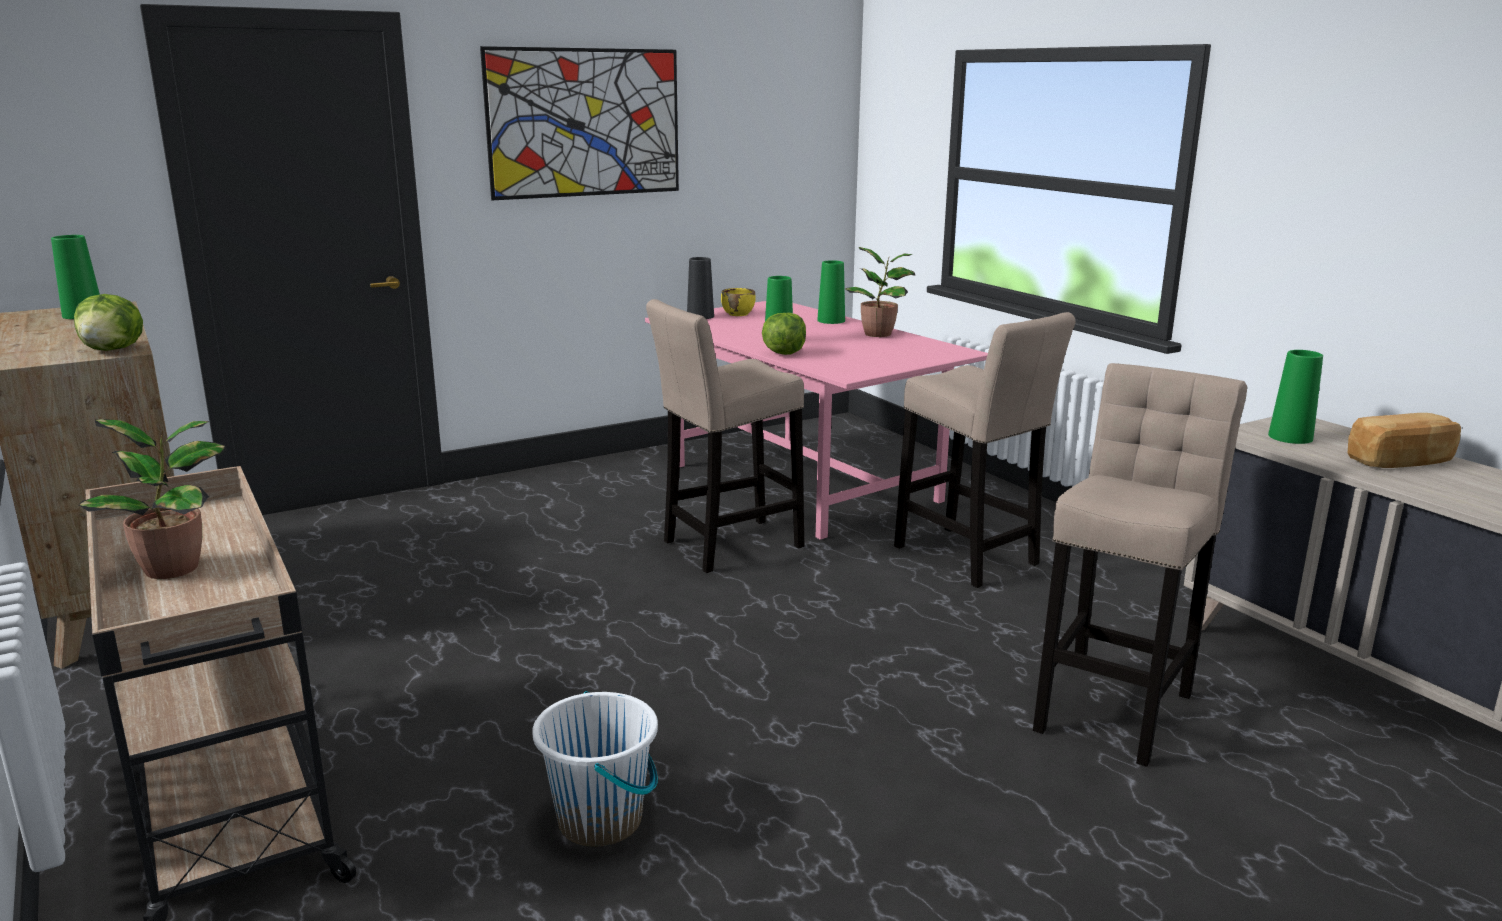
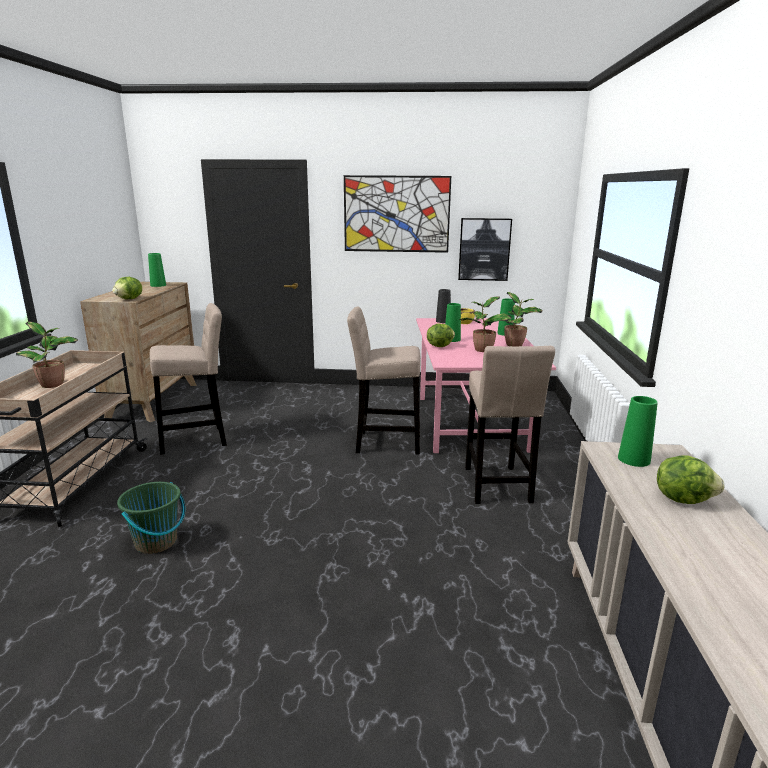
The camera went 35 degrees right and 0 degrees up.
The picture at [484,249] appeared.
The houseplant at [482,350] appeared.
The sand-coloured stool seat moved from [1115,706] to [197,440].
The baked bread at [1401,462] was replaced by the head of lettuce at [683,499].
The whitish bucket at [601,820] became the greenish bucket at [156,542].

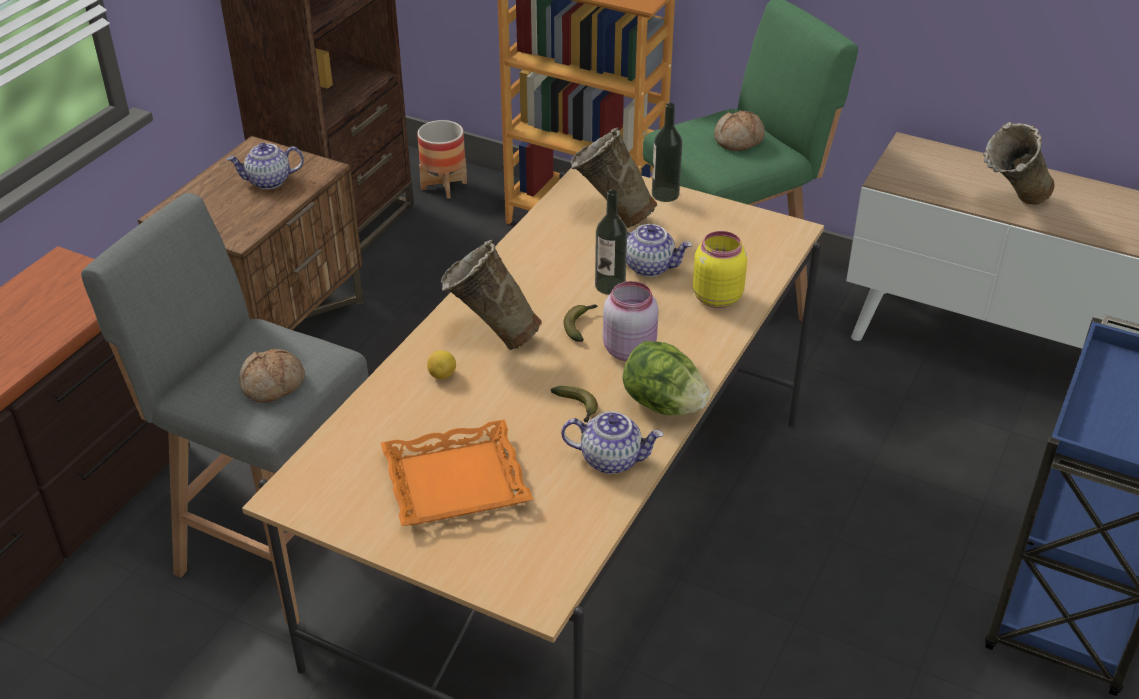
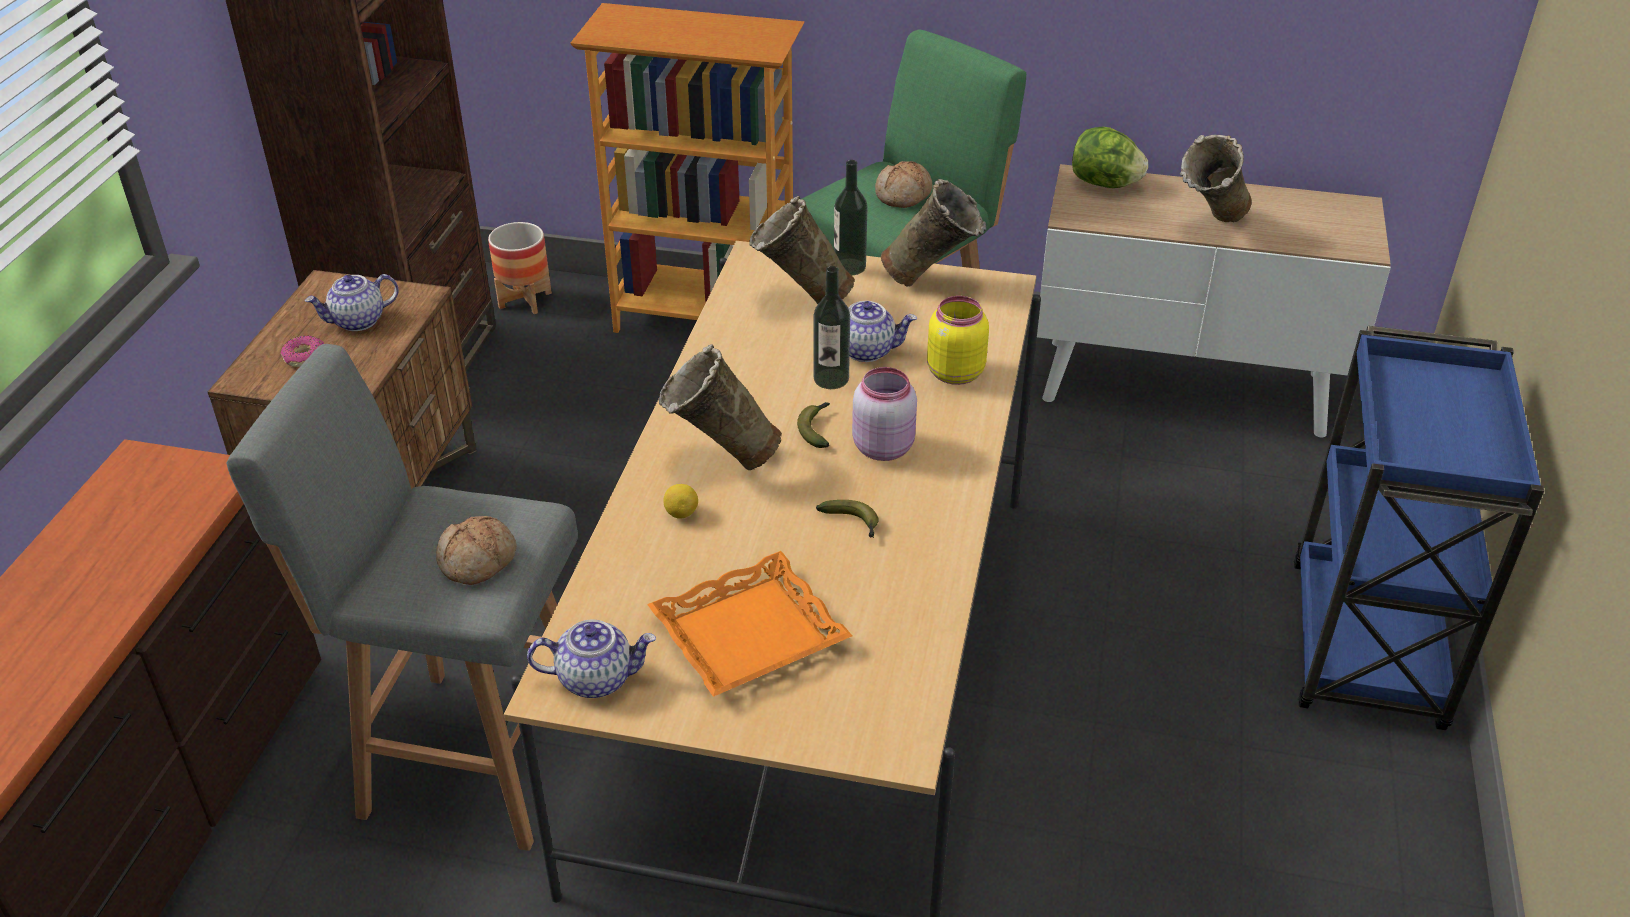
The camera went 15 degrees left and 0 degrees up.
The ring doughnut at [305,358] appeared.
The sand-coloured decorative vase at [932,282] appeared.
The tea pot moved from [612,459] to [596,678].
The head of lettuce moved from [663,405] to [1104,184].

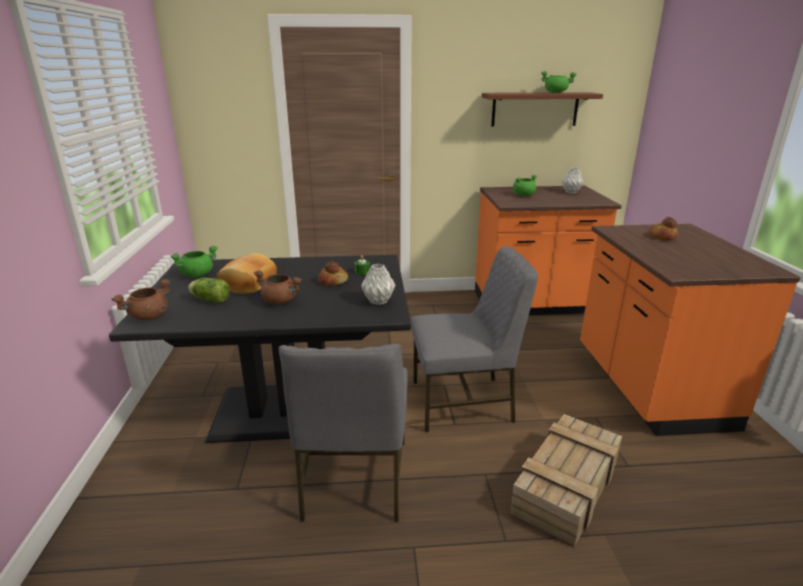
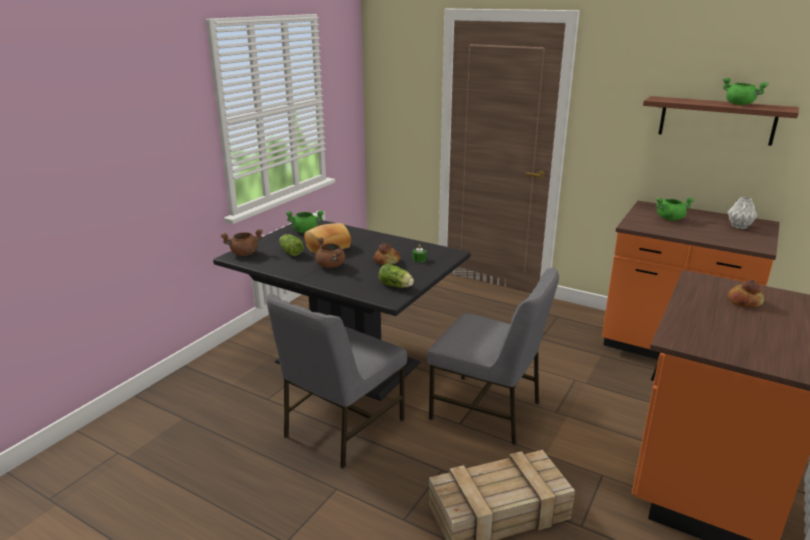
The camera went 35 degrees right and 0 degrees up.
The grey decorative vase at [378,301] was replaced by the head of lettuce at [396,286].

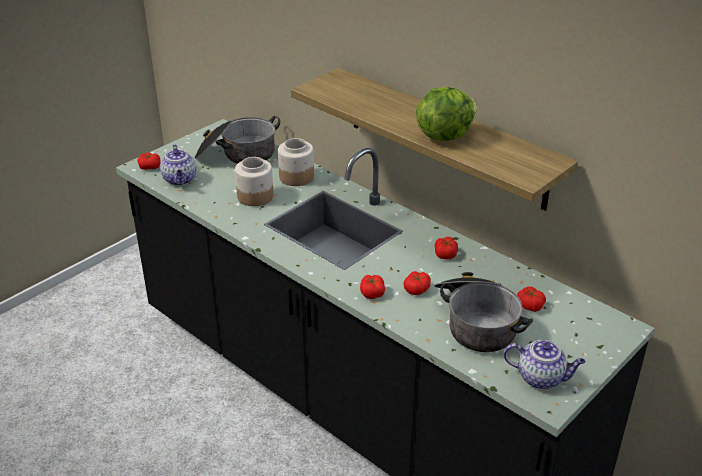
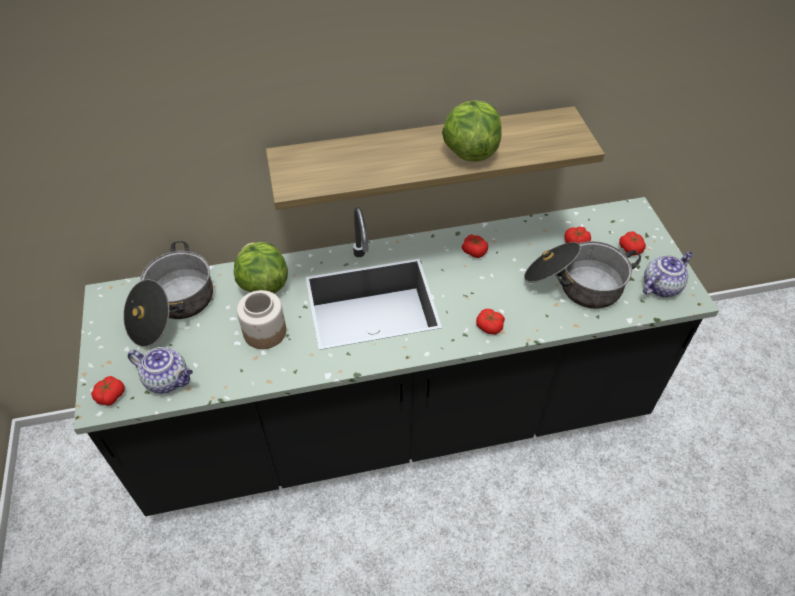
The camera went 55 degrees left and 15 degrees up.
The fresh tomato moved from [417,289] to [630,248].
The jar at [296,177] was replaced by the head of lettuce at [263,284].

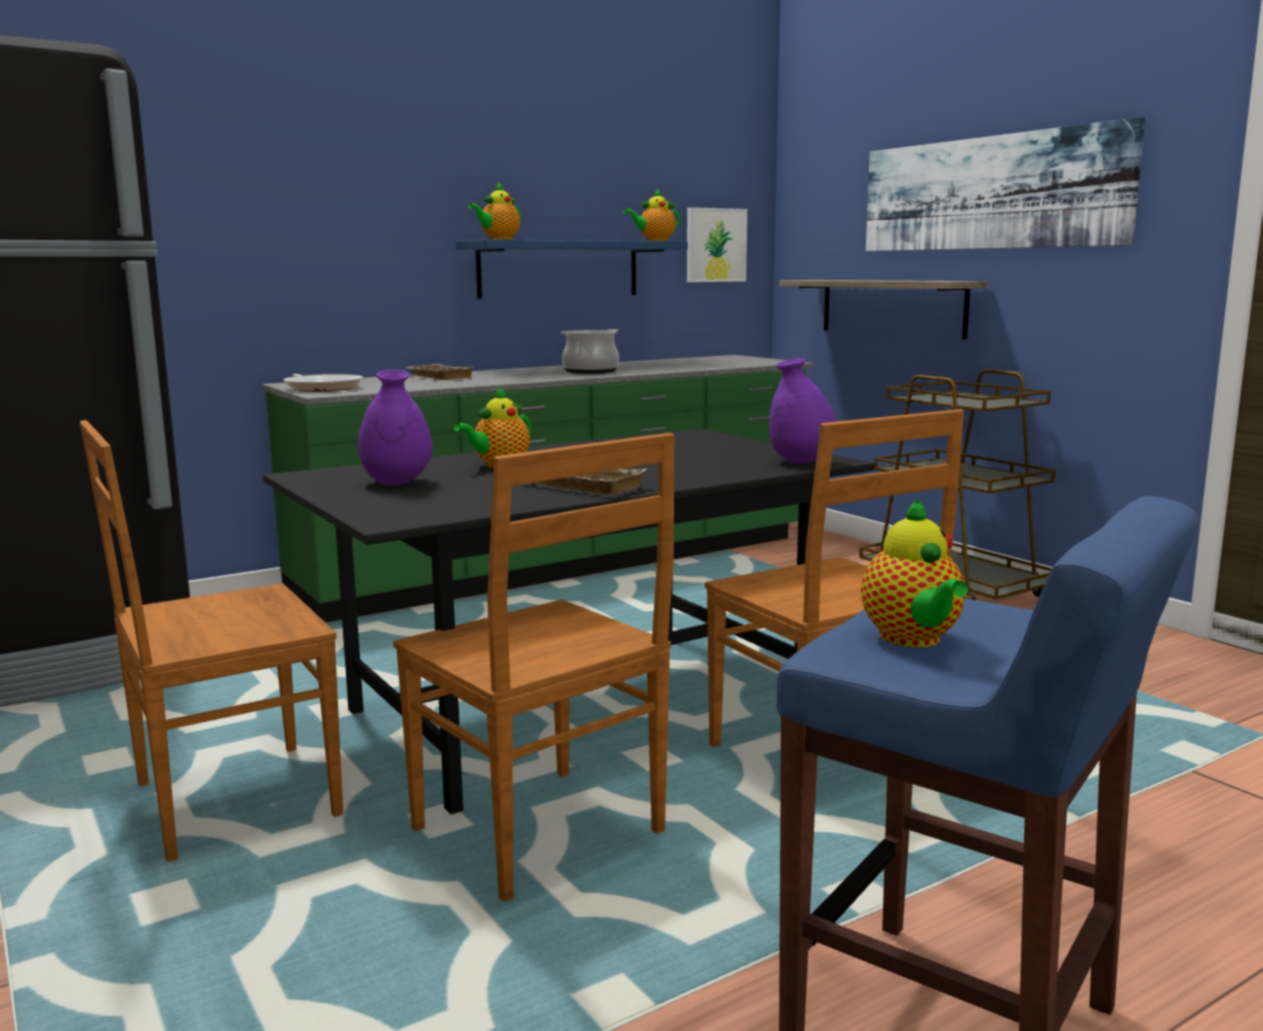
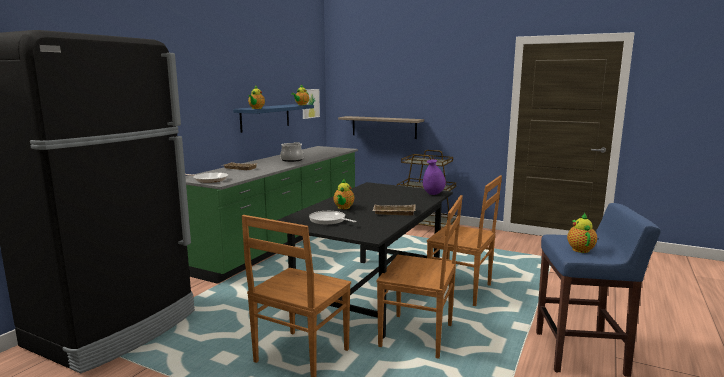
The camera went 30 degrees left and 0 degrees up.
The picture at [989,193] disappeared.
The purple-coloured decorative vase at [397,482] was replaced by the frying pan at [329,221].
The tea pot at [913,640] turned 135 degrees counterclockwise.

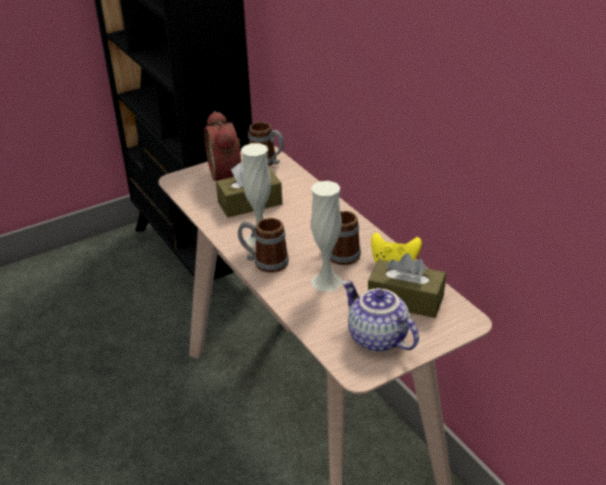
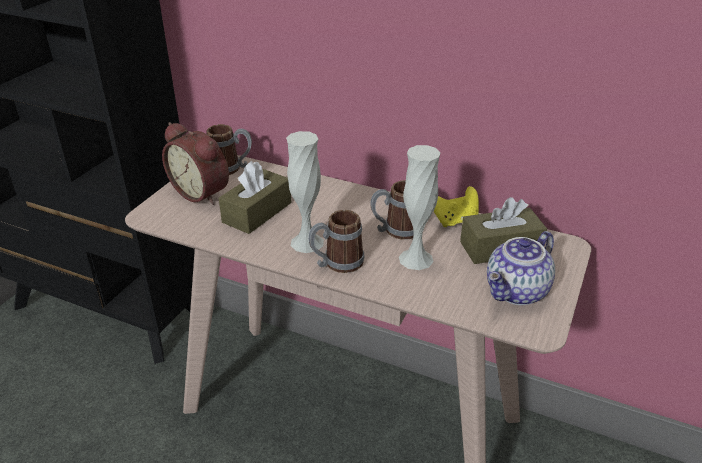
The camera went 35 degrees left and 0 degrees up.
The tea pot at [376,338] turned 60 degrees counterclockwise.

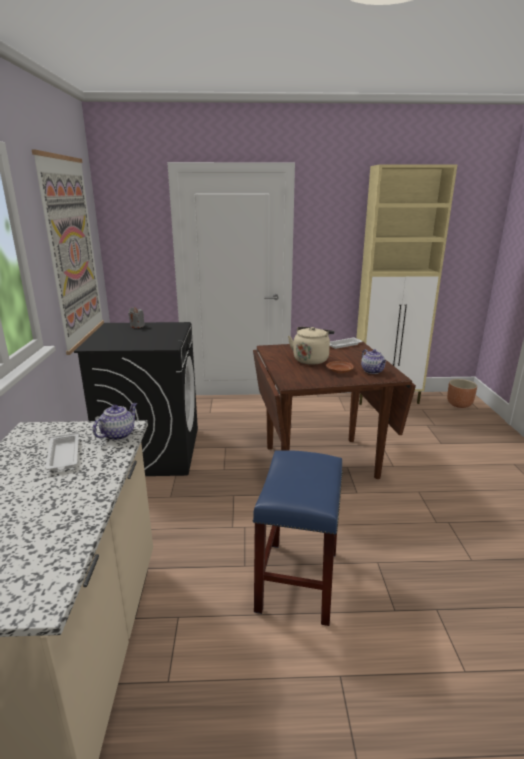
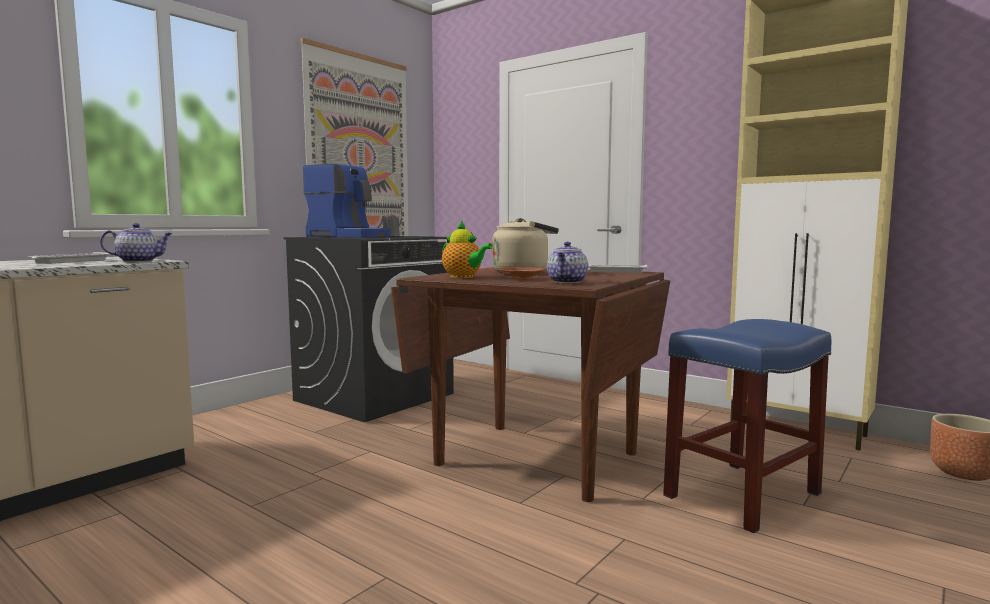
The camera went 40 degrees right and 15 degrees down.
The coffee machine at [350,236] appeared.
The tea pot at [464,277] appeared.
The blue-coloured stool seat moved from [297,579] to [742,494].

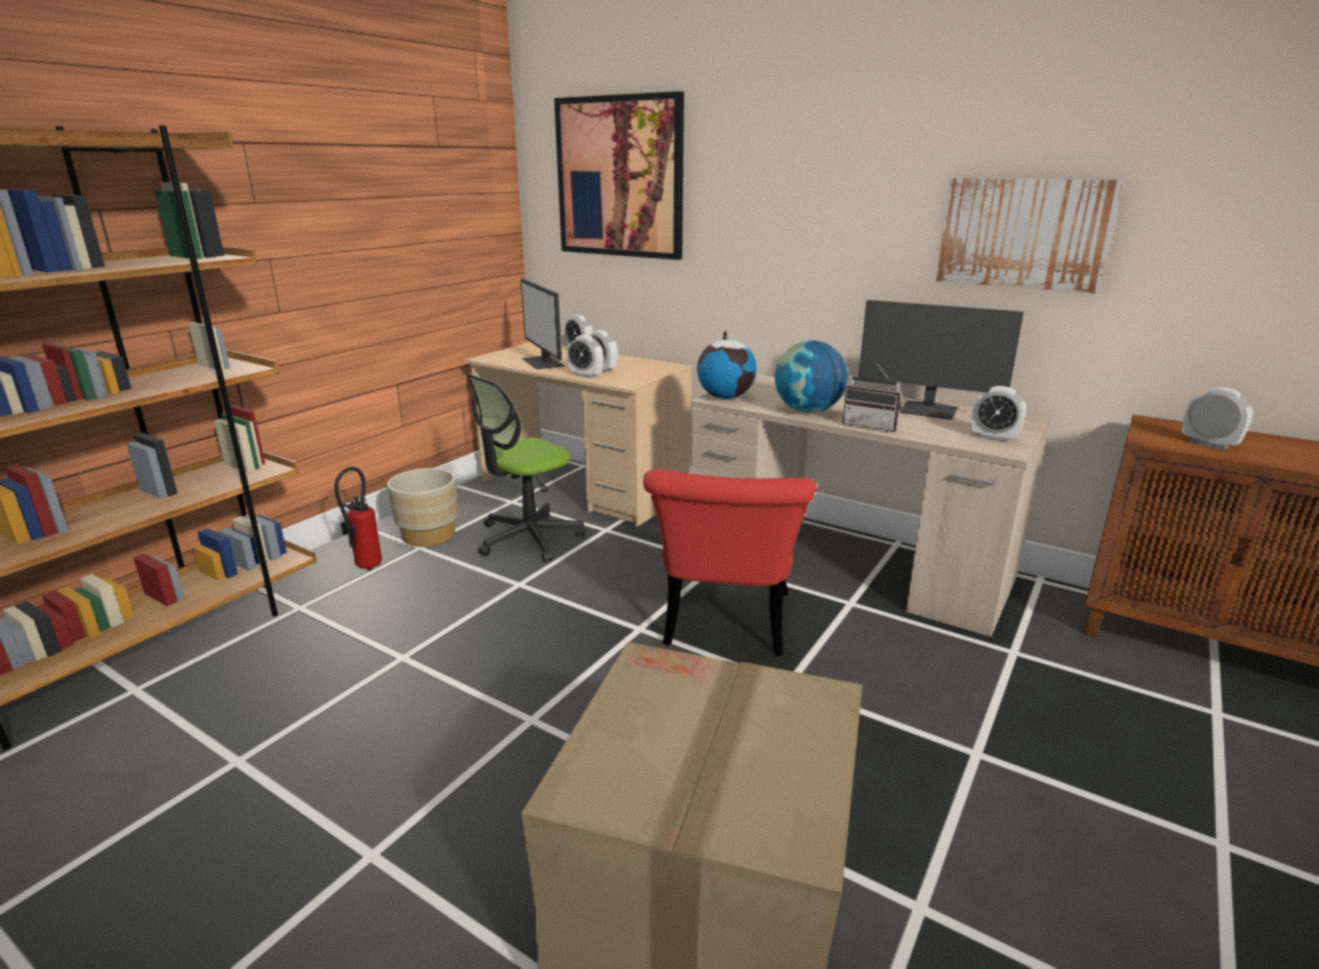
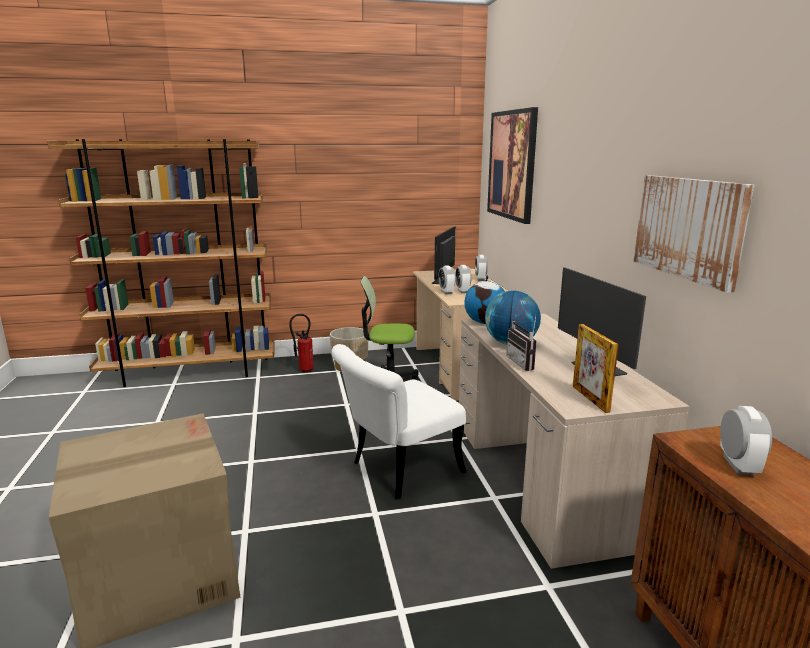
The camera went 45 degrees right and 5 degrees down.
The table clock at [993,438] was replaced by the standing frame at [590,399].
The reddish plain chair at [725,628] became the whitish plain chair at [398,471].

